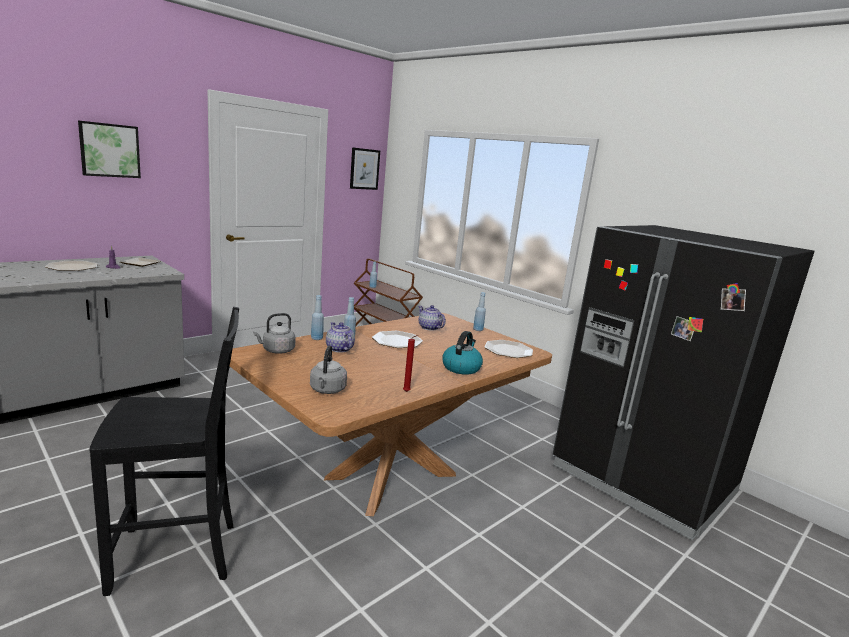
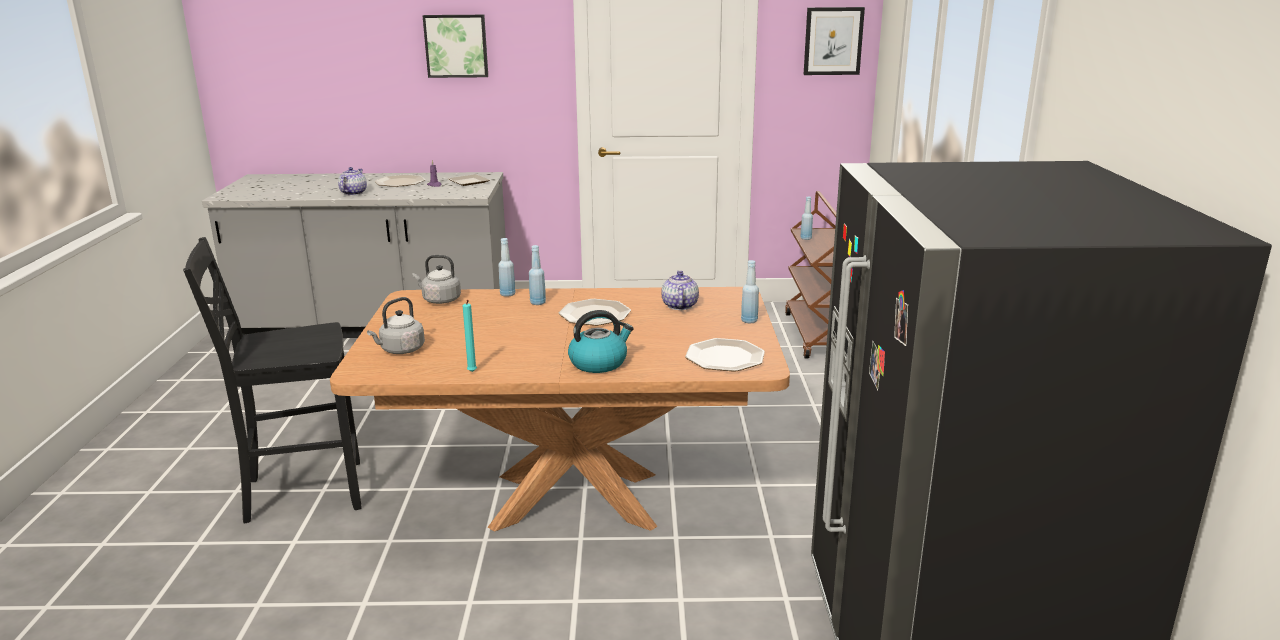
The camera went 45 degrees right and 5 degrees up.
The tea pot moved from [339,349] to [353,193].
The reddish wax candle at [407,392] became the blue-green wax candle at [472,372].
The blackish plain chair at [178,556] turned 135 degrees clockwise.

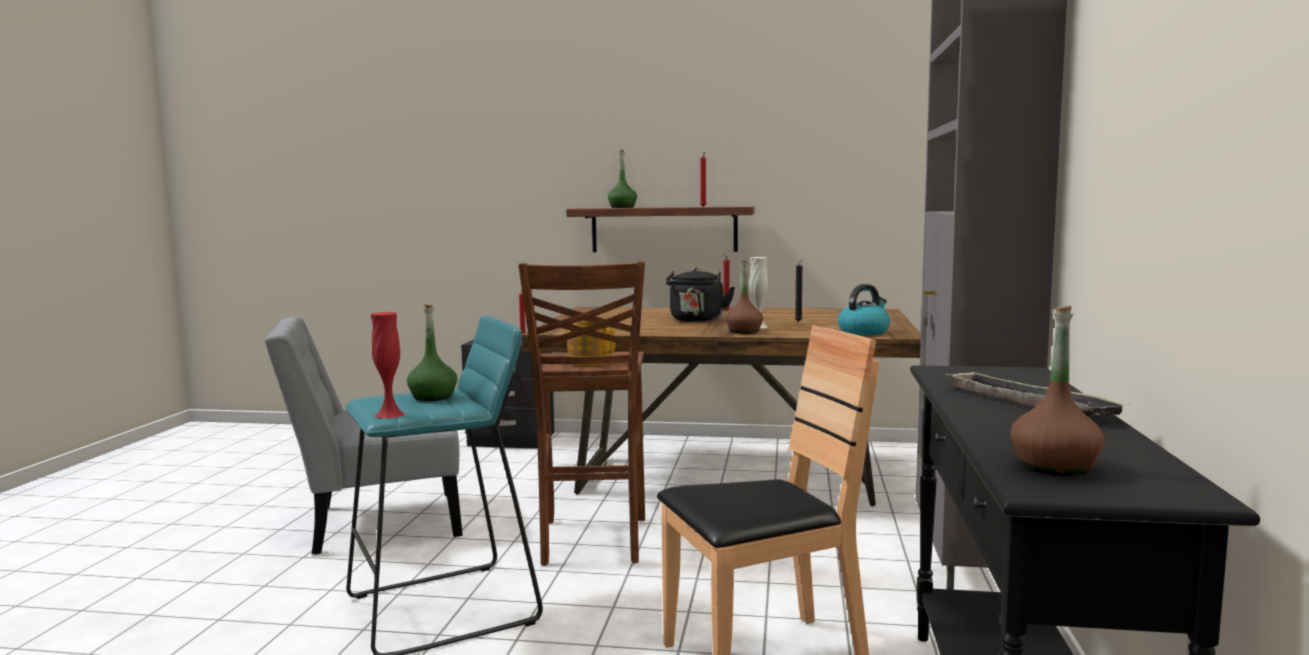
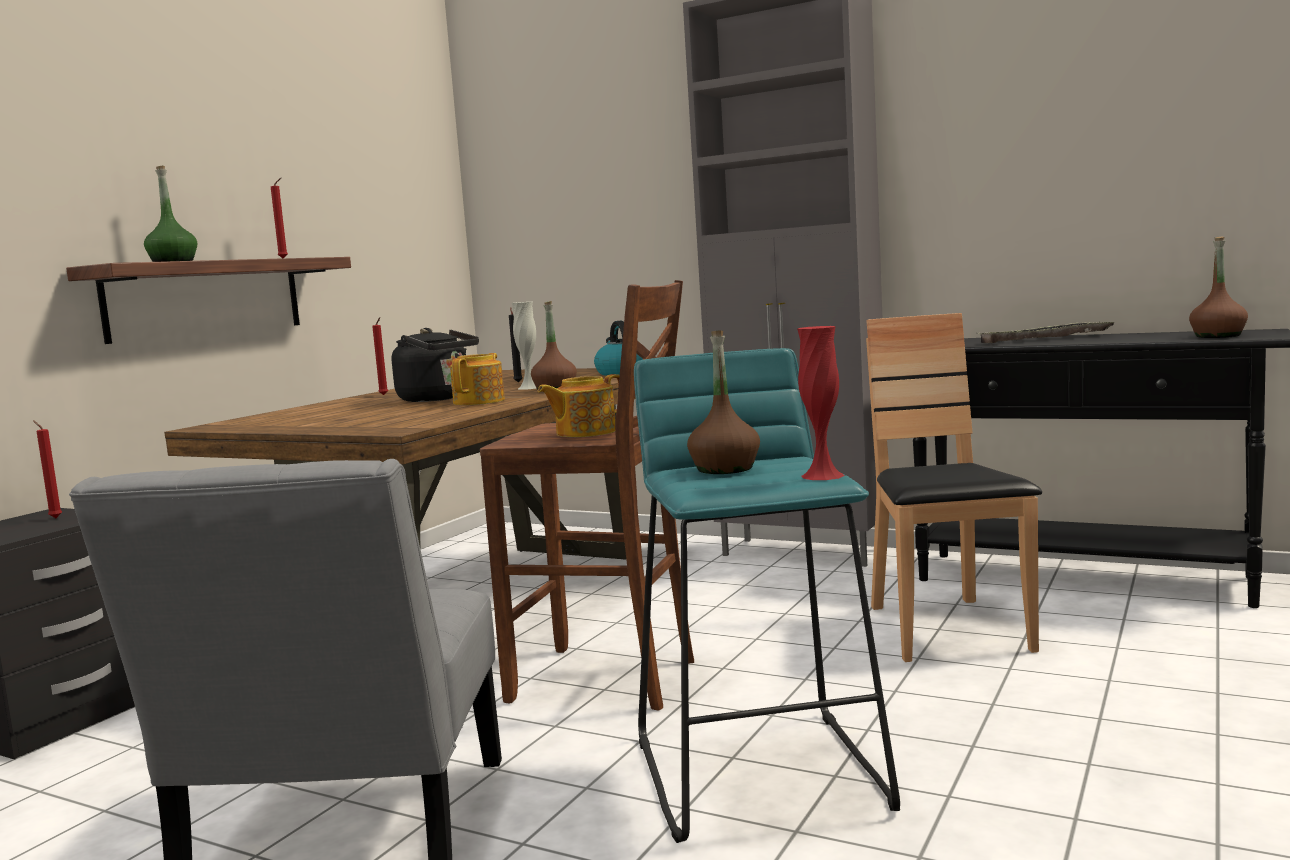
The camera went 70 degrees left and 0 degrees up.
The tea pot at [480,401] appeared.
The greenish beverage bottle at [433,397] became the brownish beverage bottle at [724,469].

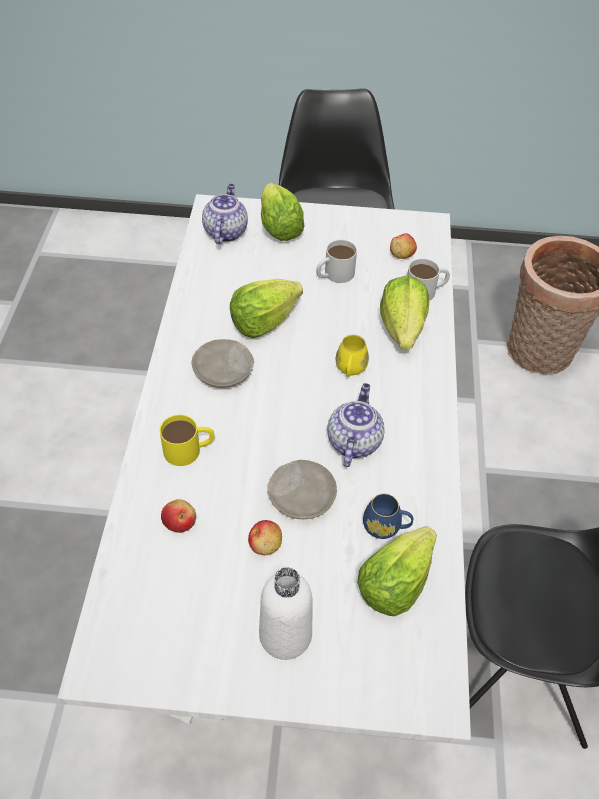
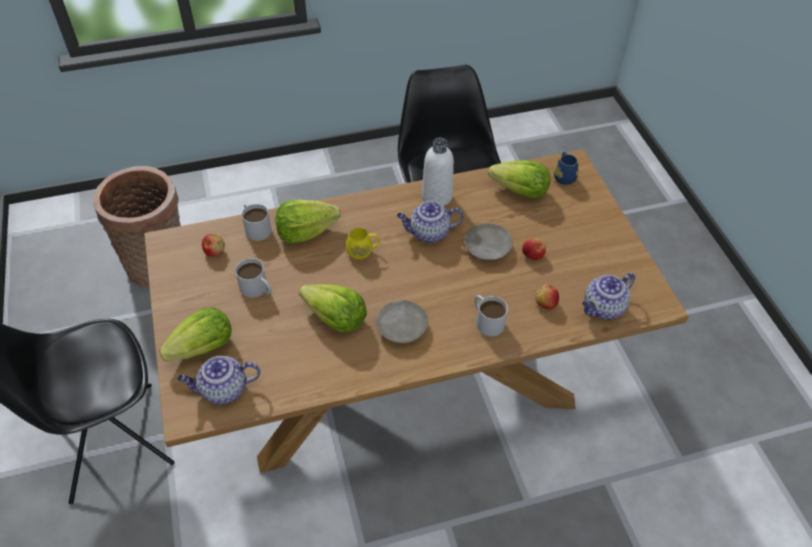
The camera went 110 degrees left and 0 degrees up.
The tea pot at [603,308] appeared.
The whitish beverage bottle moved from [285,635] to [436,196].
The blue-coloured mug moved from [386,527] to [563,176].
The whitish dinner table at [291,532] became the brownish dinner table at [404,383].
The yellow mug at [189,450] became the whitish mug at [486,320].

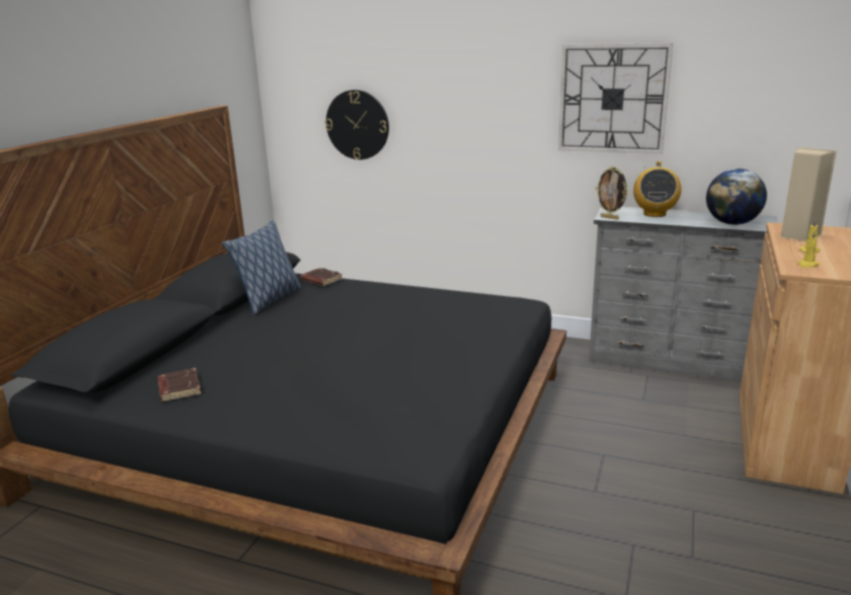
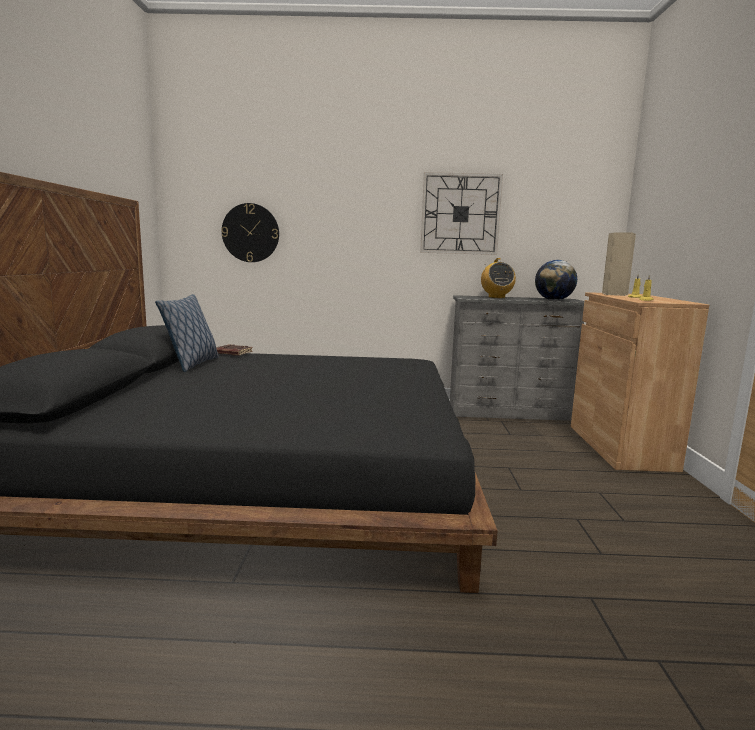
The camera went 20 degrees left and 10 degrees down.
The brownish book at [179,388] disappeared.
The standing frame at [610,218] disappeared.

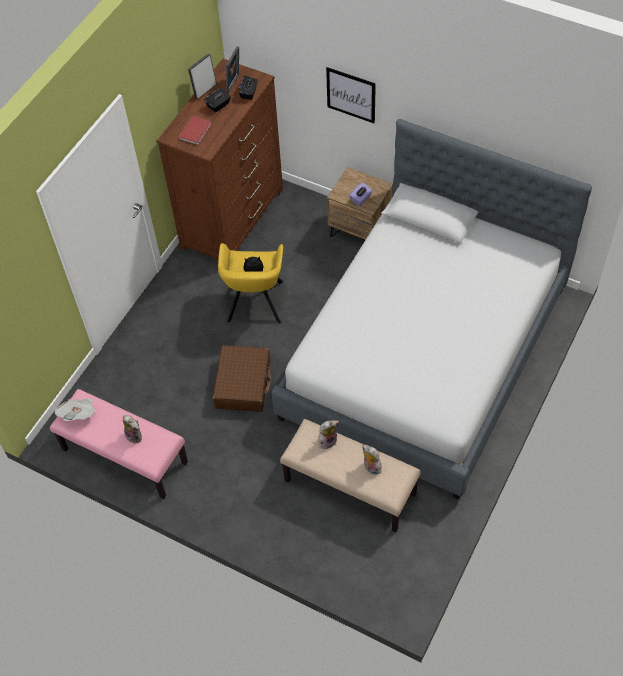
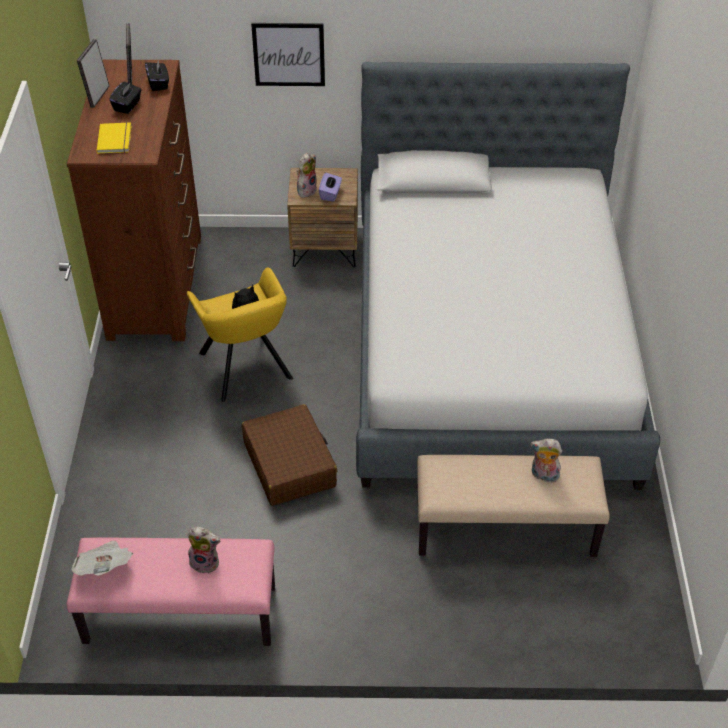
The camera went 30 degrees left and 10 degrees down.
The plush toy moved from [327,440] to [306,190].
The reddish book at [196,131] became the yellow book at [116,139].

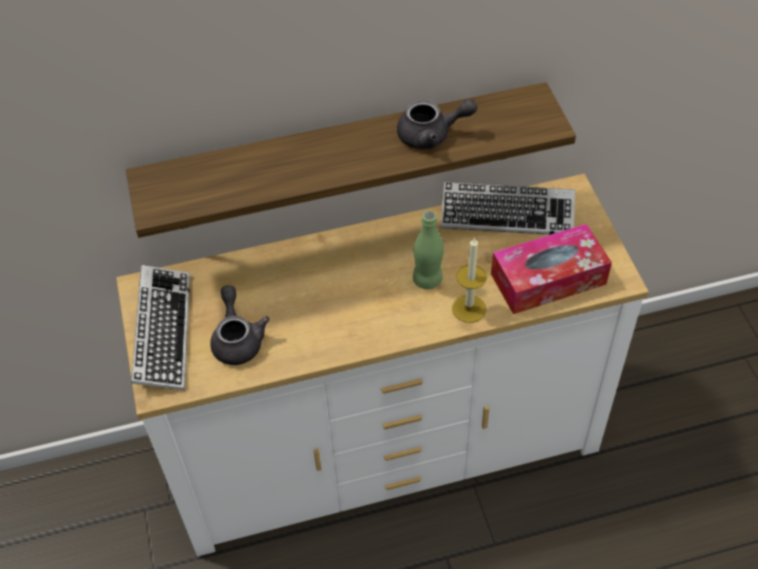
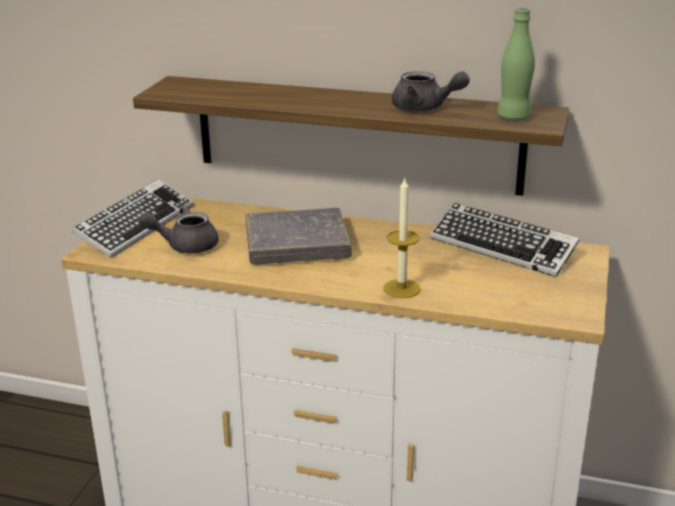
The camera went 30 degrees right and 25 degrees down.
The tissue holder at [548,279] disappeared.
The grey book at [297,244] appeared.
The greenish beverage bottle moved from [427,280] to [513,117].
The grey tea pot at [237,339] turned 120 degrees counterclockwise.

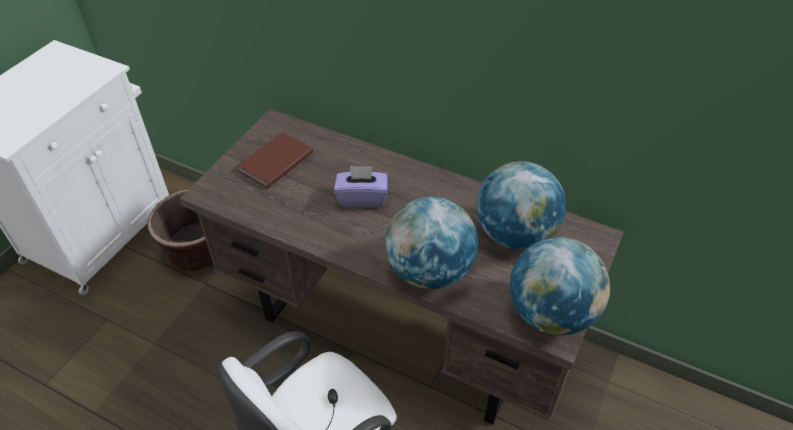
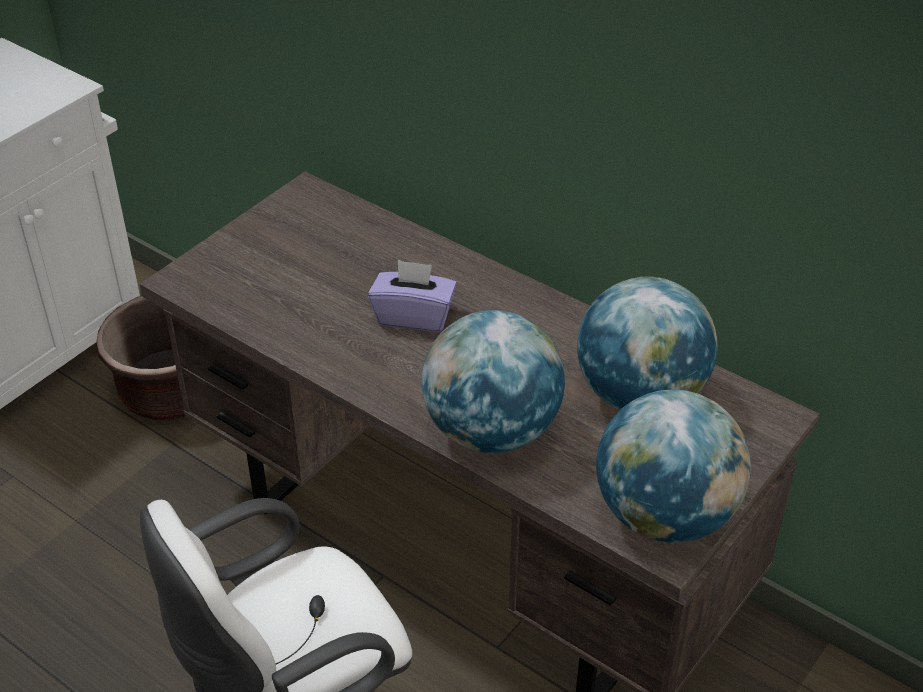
The camera went 10 degrees right and 5 degrees down.
The brownish book at [274,162] disappeared.

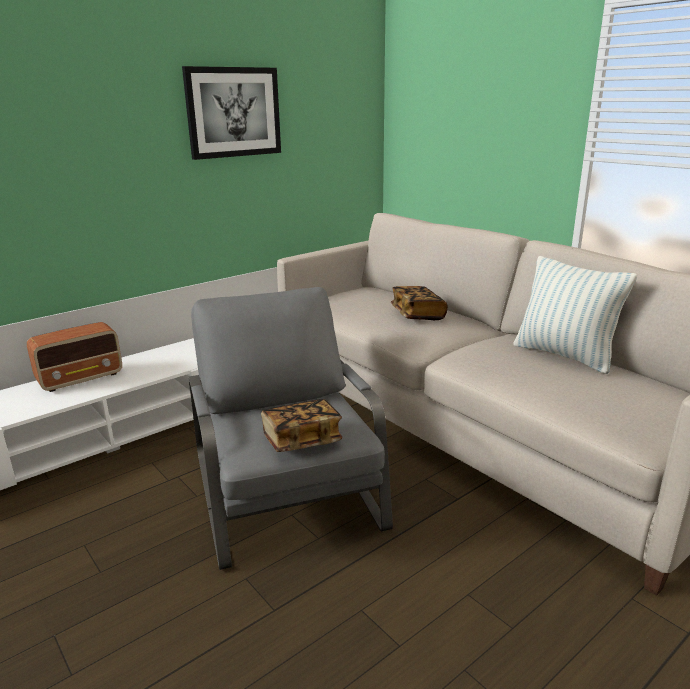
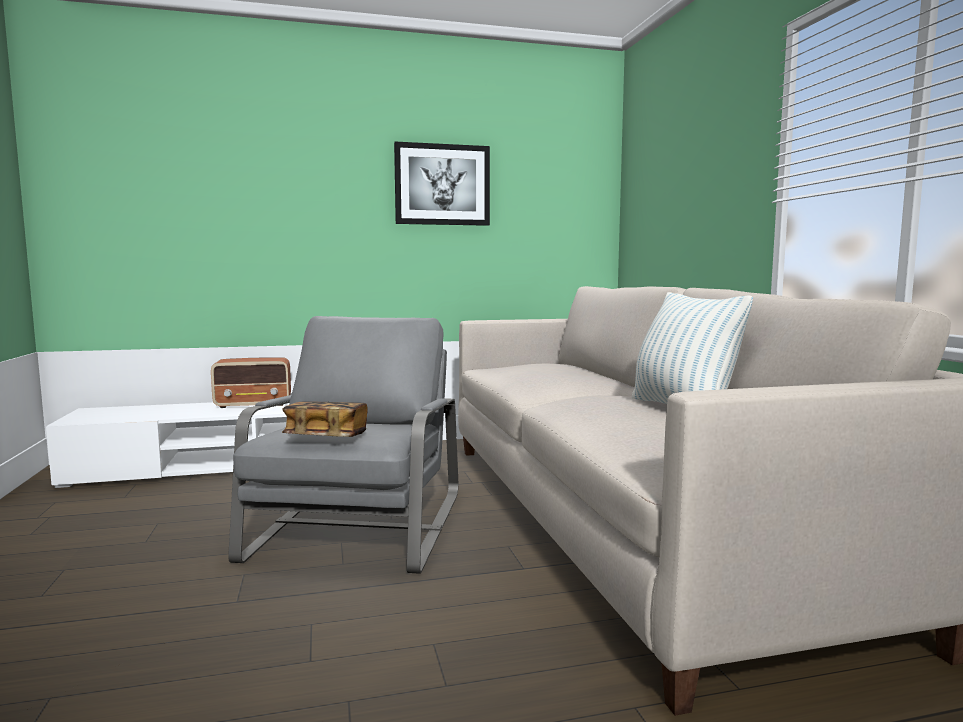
The camera went 25 degrees right and 15 degrees down.
The book at [417,314] disappeared.

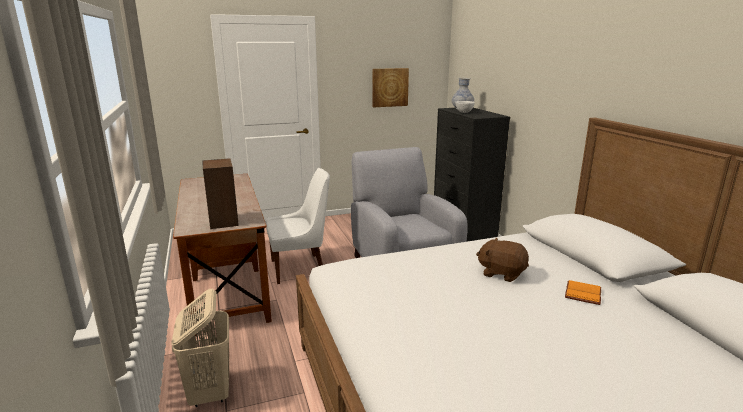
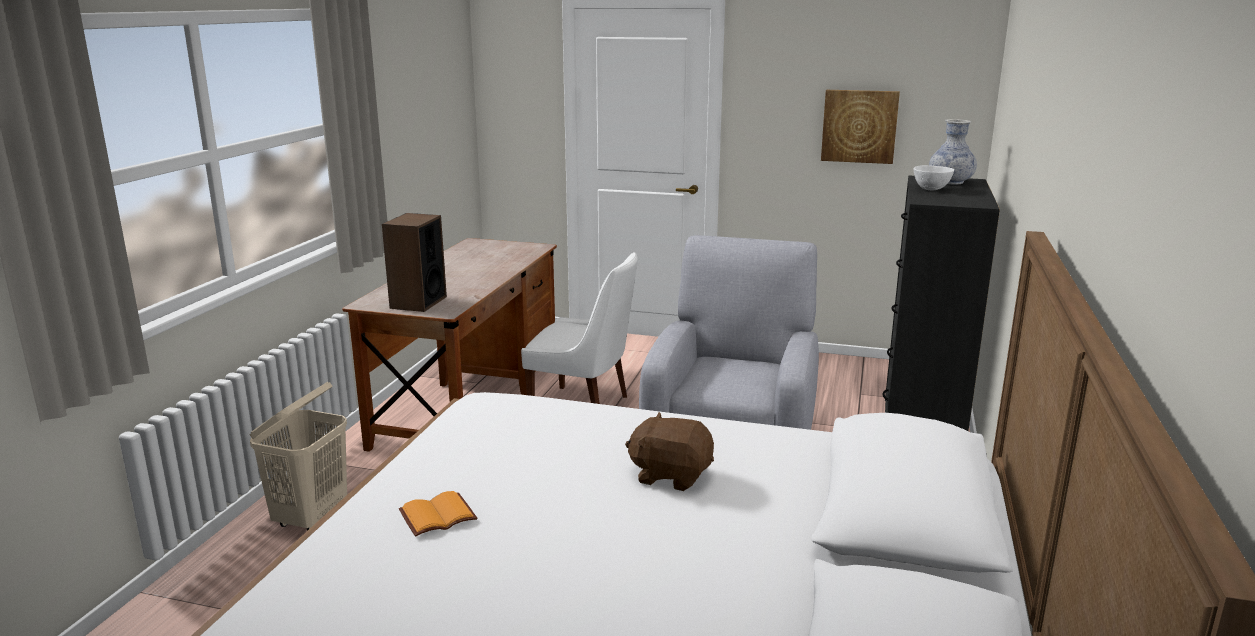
The camera went 35 degrees right and 0 degrees up.
The orangey book moved from [584,294] to [437,517].
The brownish plush toy at [501,273] turned 45 degrees counterclockwise.

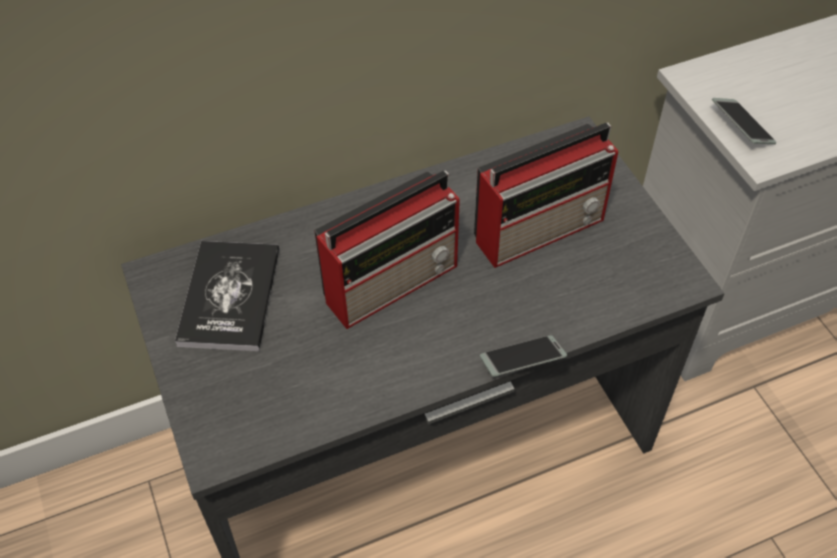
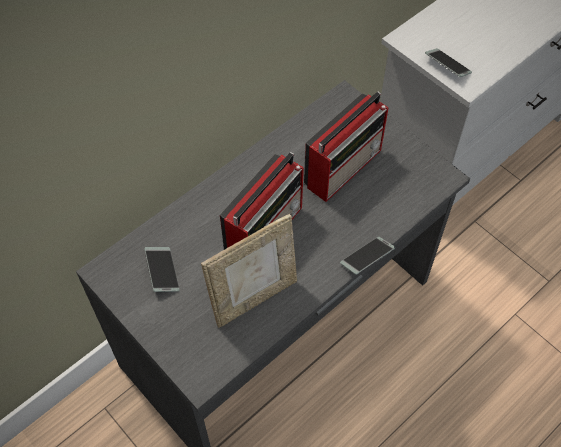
The camera went 20 degrees left and 5 degrees up.
The standing frame at [254,298] appeared.
The book at [230,296] was replaced by the phone at [162,272].

